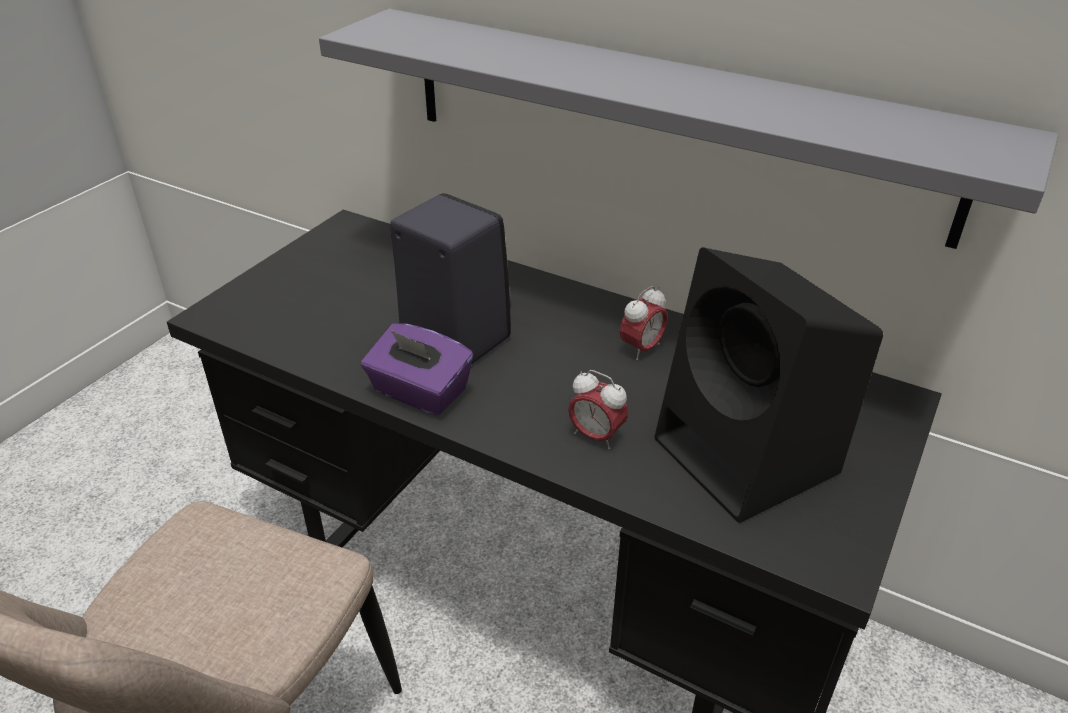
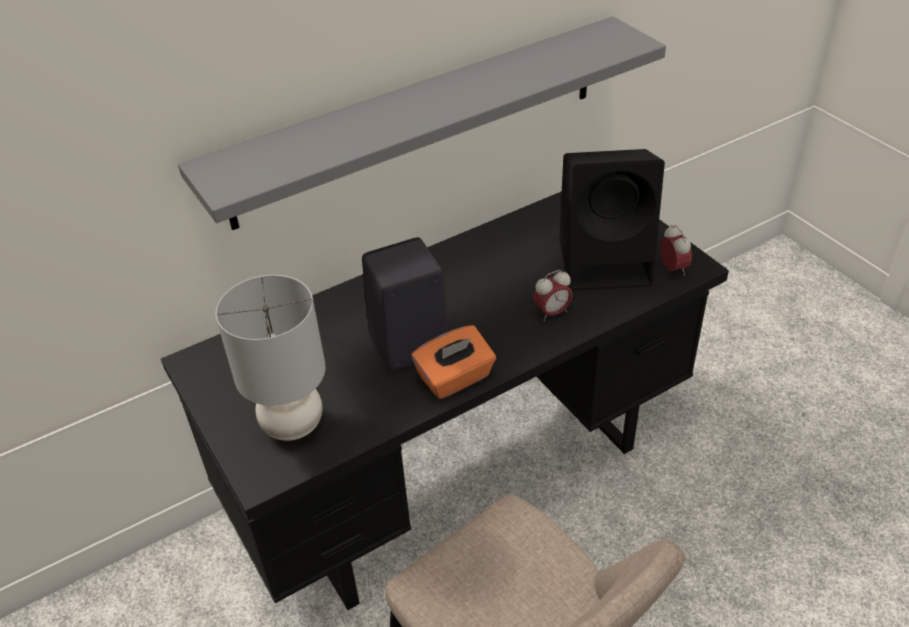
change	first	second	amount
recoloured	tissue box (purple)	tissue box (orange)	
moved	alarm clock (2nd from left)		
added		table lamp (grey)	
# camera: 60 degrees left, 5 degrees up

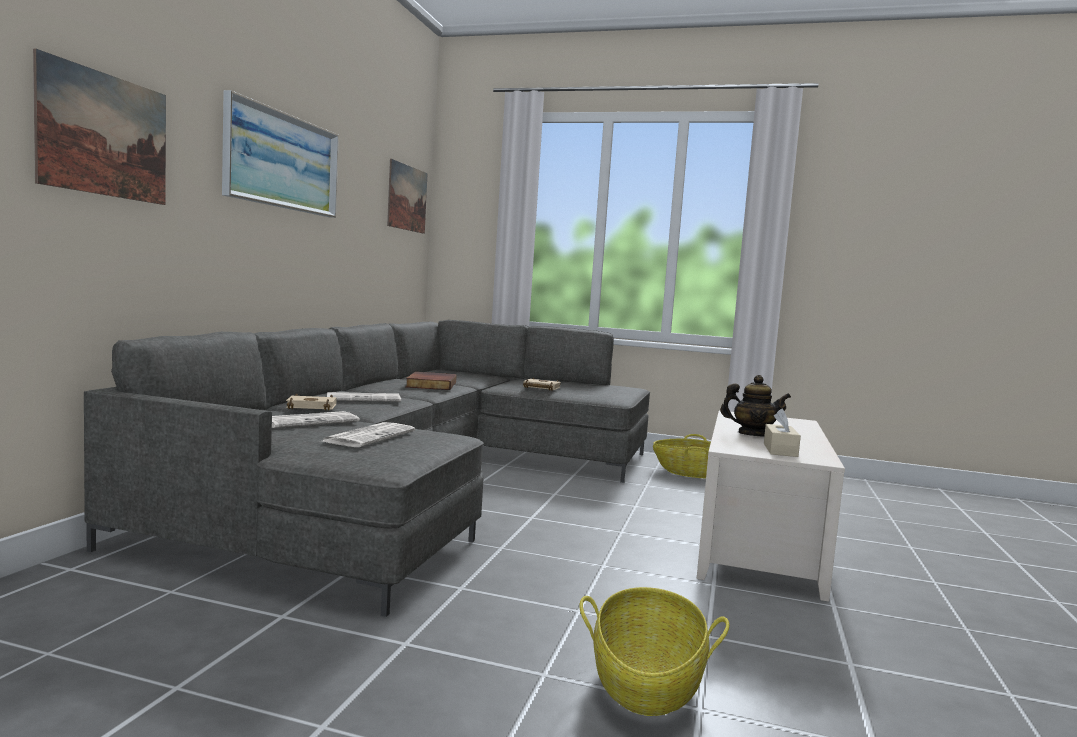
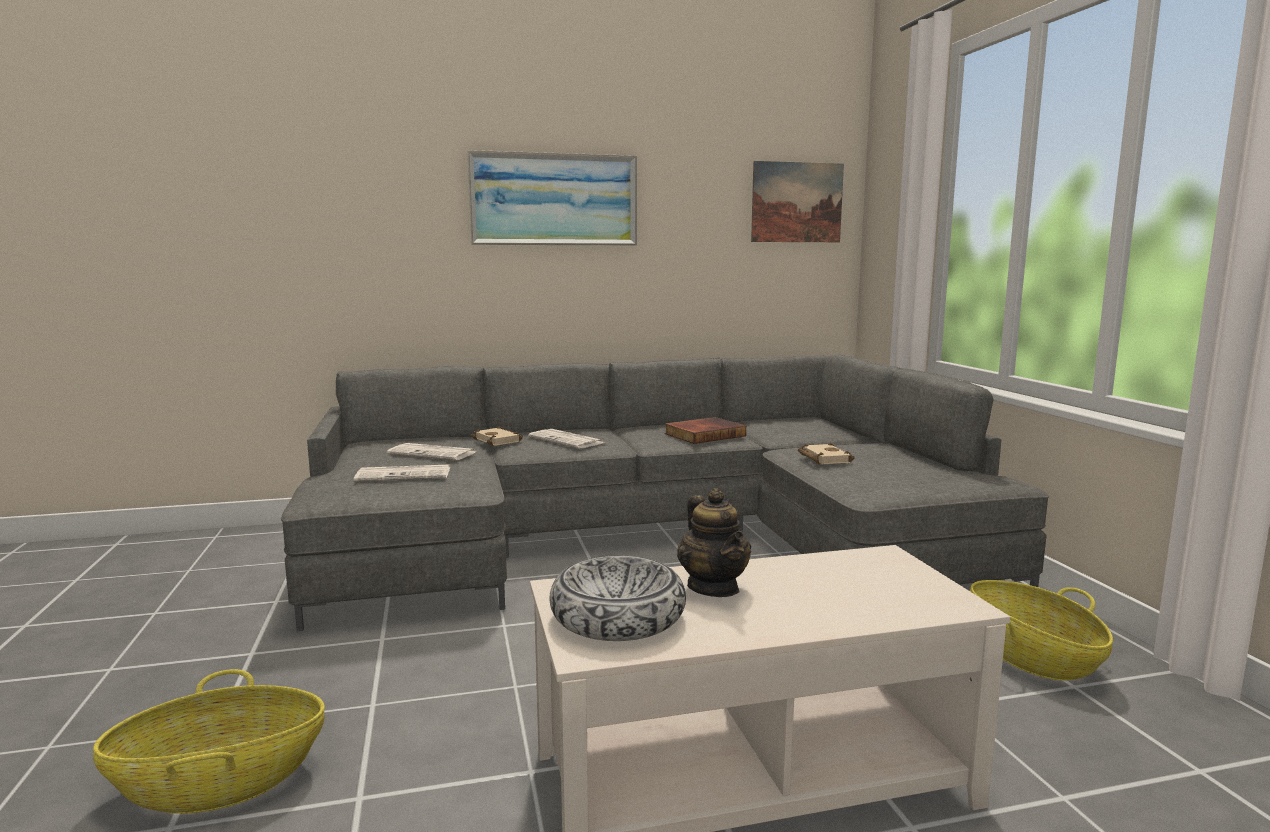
change	first	second	amount
removed	picture (1st from left)		
replaced	tissue box (beige)	bowl	
# camera: 60 degrees right, 5 degrees up

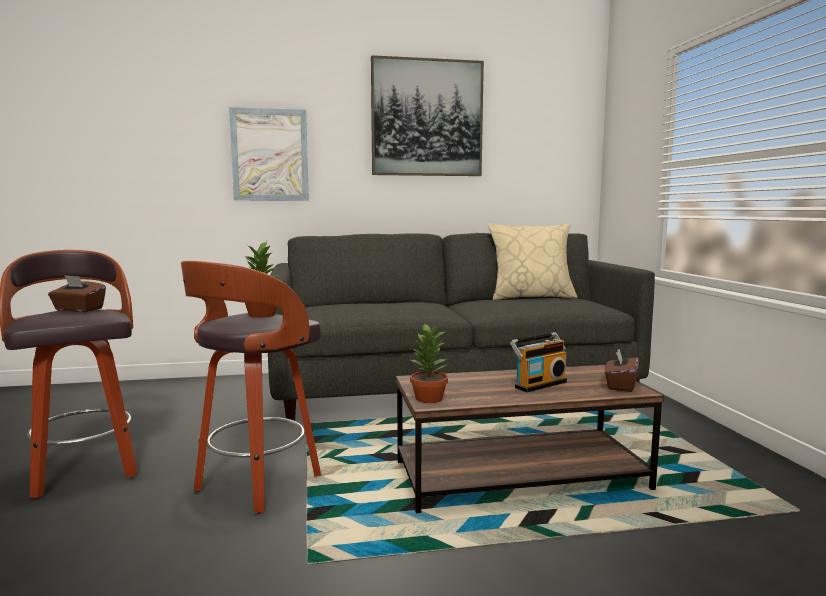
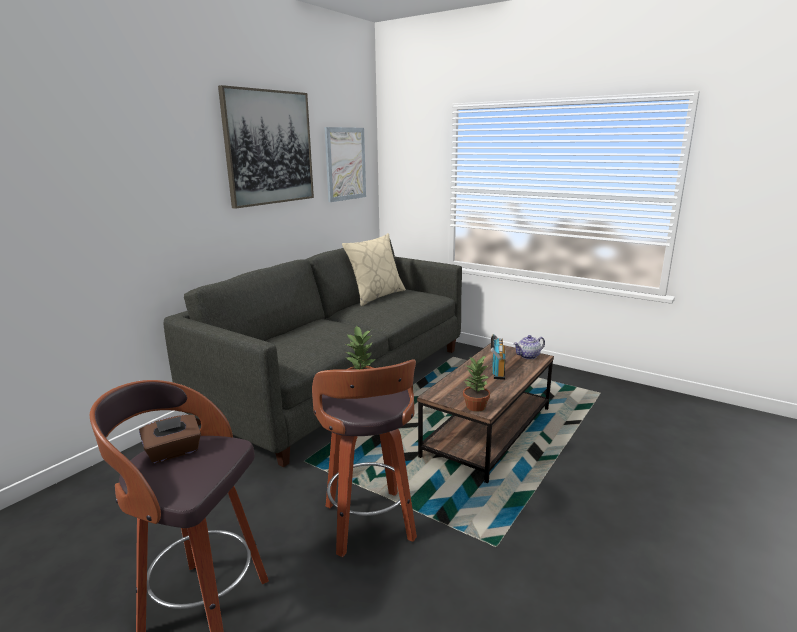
change	first	second	amount
moved	picture (1st from left in the first image)	picture (2nd from left)	
replaced	tissue box (brown) (2nd from left)	teapot	
# camera: 45 degrees left, 10 degrees up

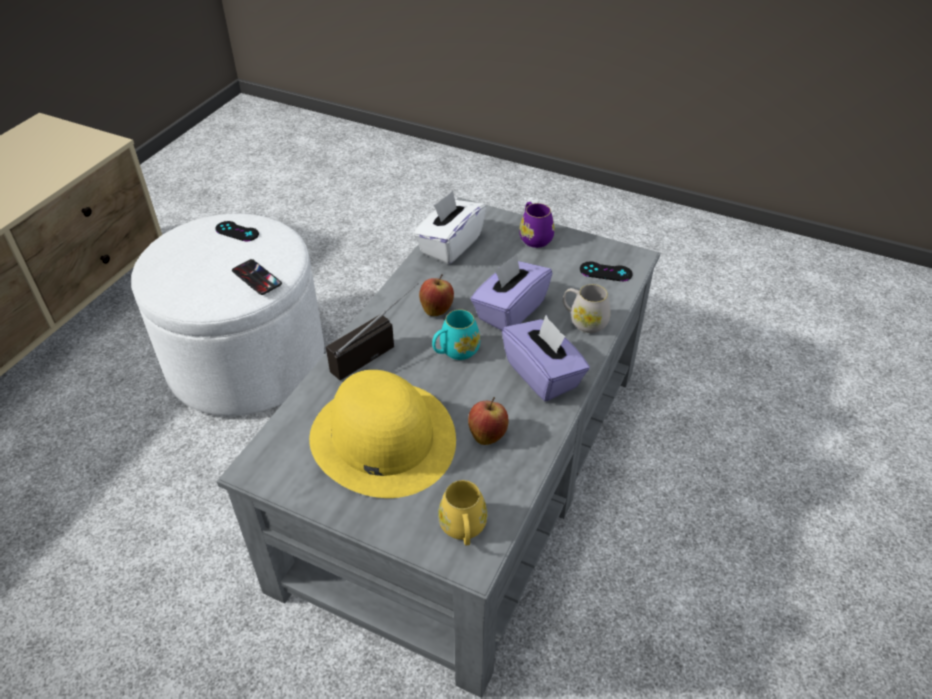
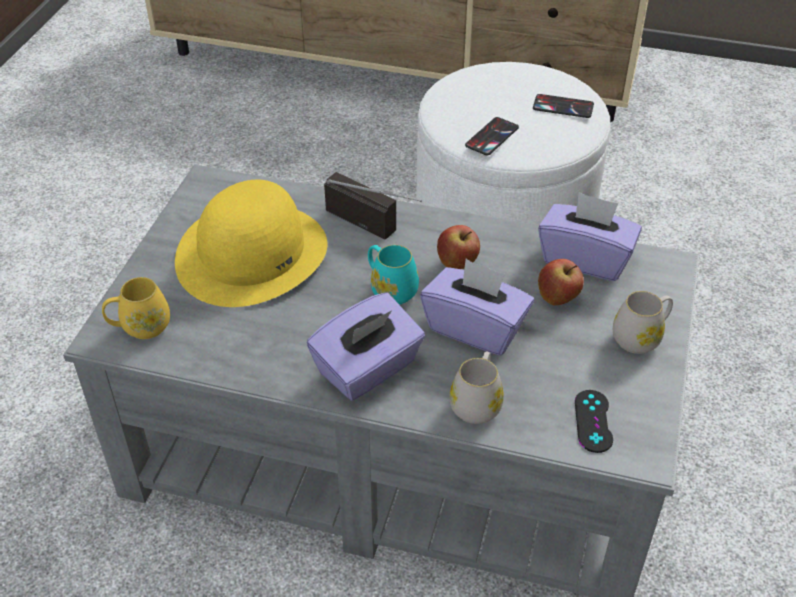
change	first	second	amount
replaced	game controller (black) (1st from left)	phone (2nd from left)	
recoloured	tissue box (white)	tissue box (purple) (3rd from left)	
moved	apple (2nd from left)		
recoloured	mug (purple)	mug (white) (2nd from left)	
# camera: 80 degrees right, 0 degrees up

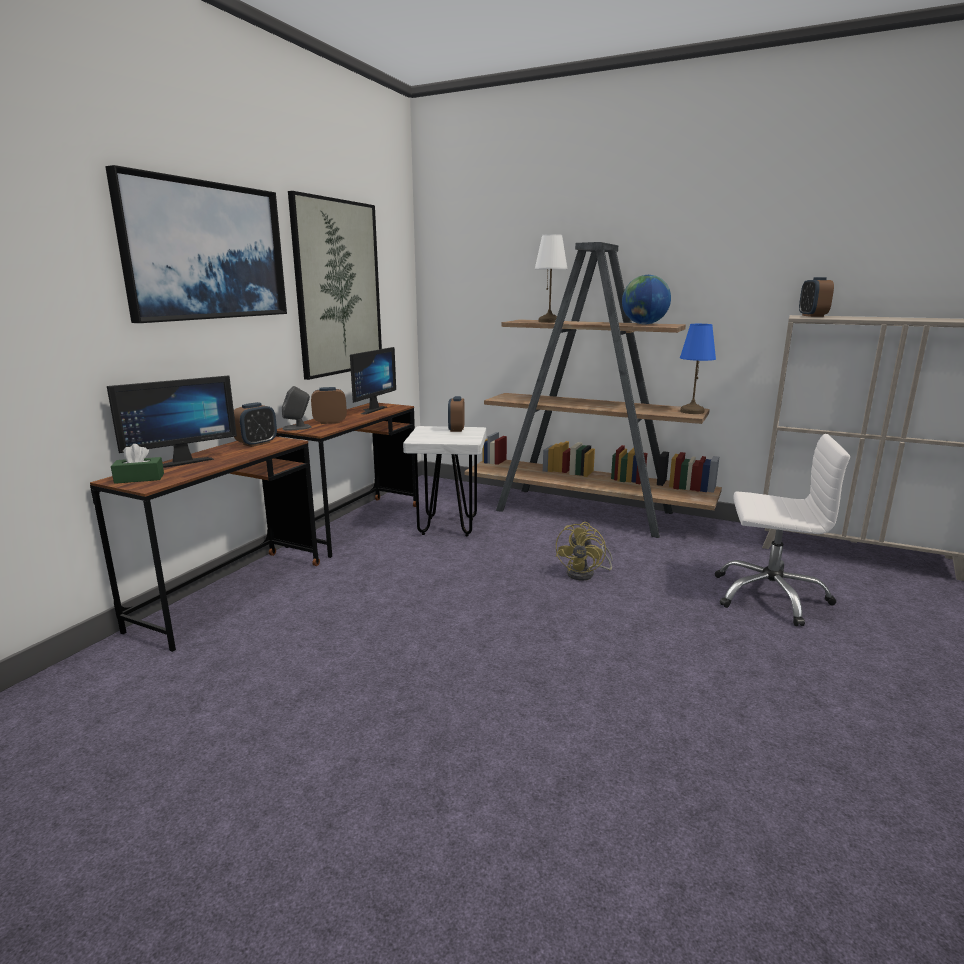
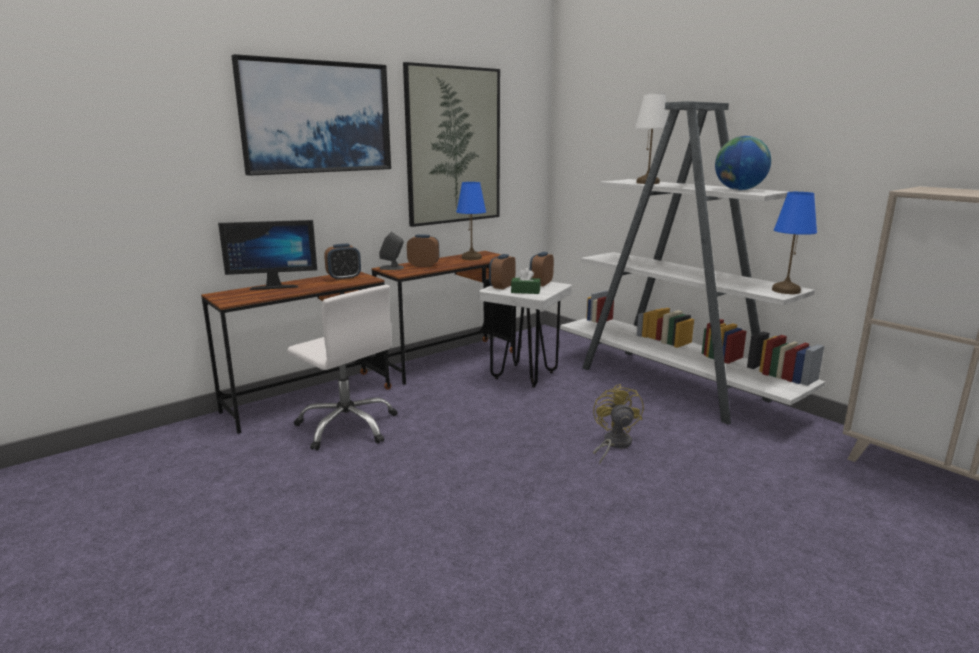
change	first	second	amount
moved	tissue box (green)		
replaced	monitor (2nd from left)	table lamp (blue) (1st from left)	
recoloured	bookcase (brown)	bookcase (white)	
turned	fan (yellow)		135 degrees clockwise
moved	office chair (white)		
moved	alarm clock (4th from left in the first image)	alarm clock (3rd from left)	
# camera: 25 degrees right, 0 degrees up

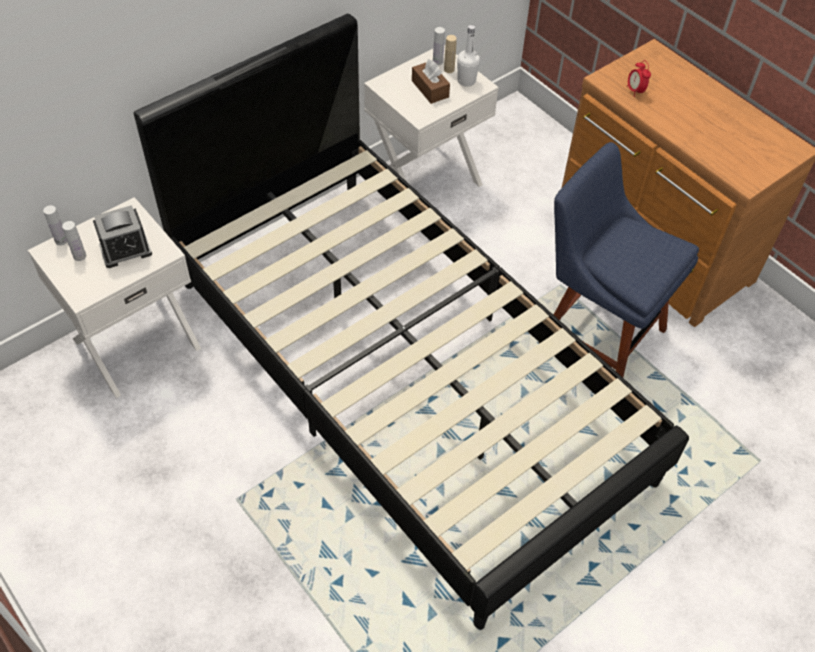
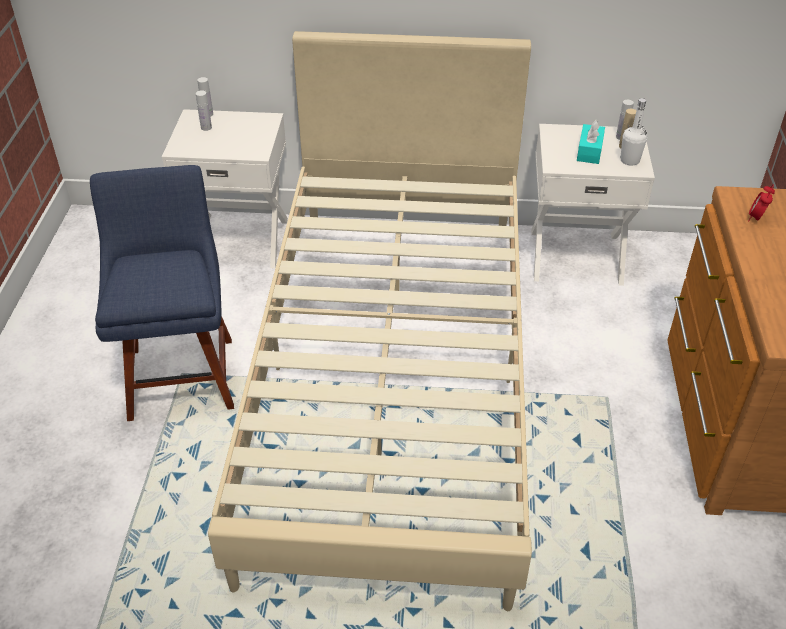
change	first	second	amount
removed	alarm clock (1st from left)		
recoloured	bed (black)	bed (beige)	
recoloured	tissue box (brown)	tissue box (turquoise)	
moved	chair (blue)		
# camera: 45 degrees right, 10 degrees down

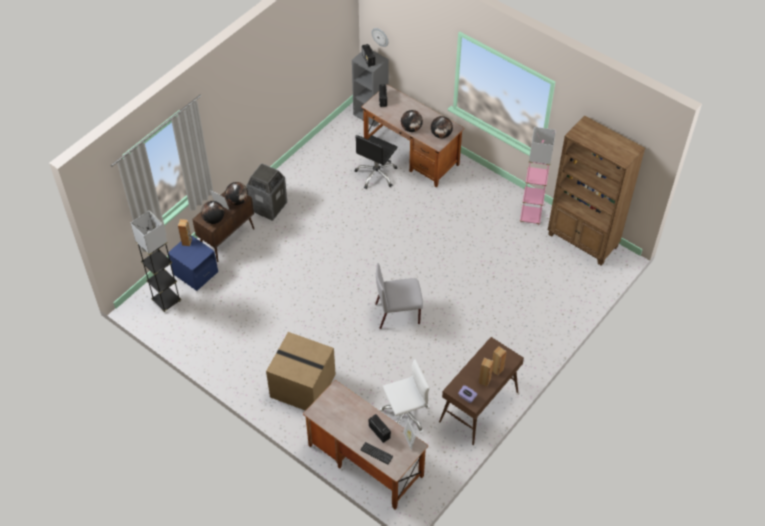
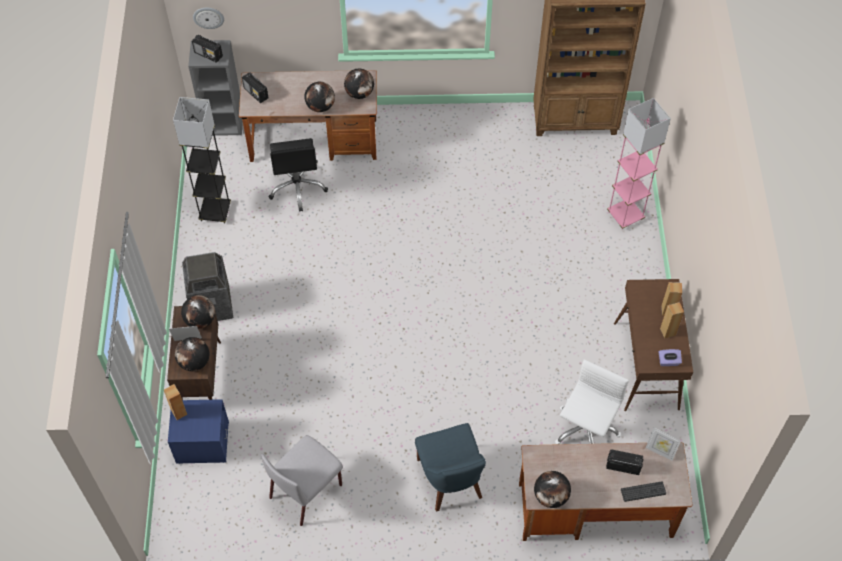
change	first	second	amount
moved	floor lamp (grey)		
replaced	cardboard box	chair (blue)	
moved	chair (grey)		
moved	floor lamp (pink)		
added		globe (5th from left)	
# camera: 40 degrees left, 5 degrees up

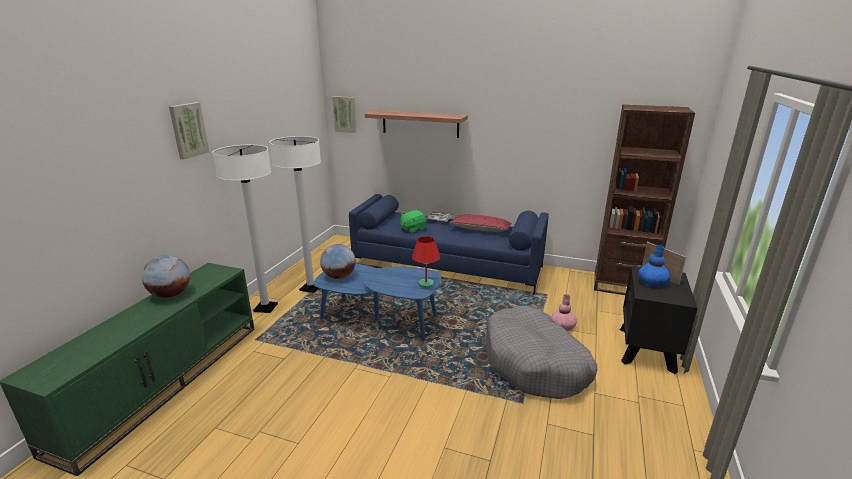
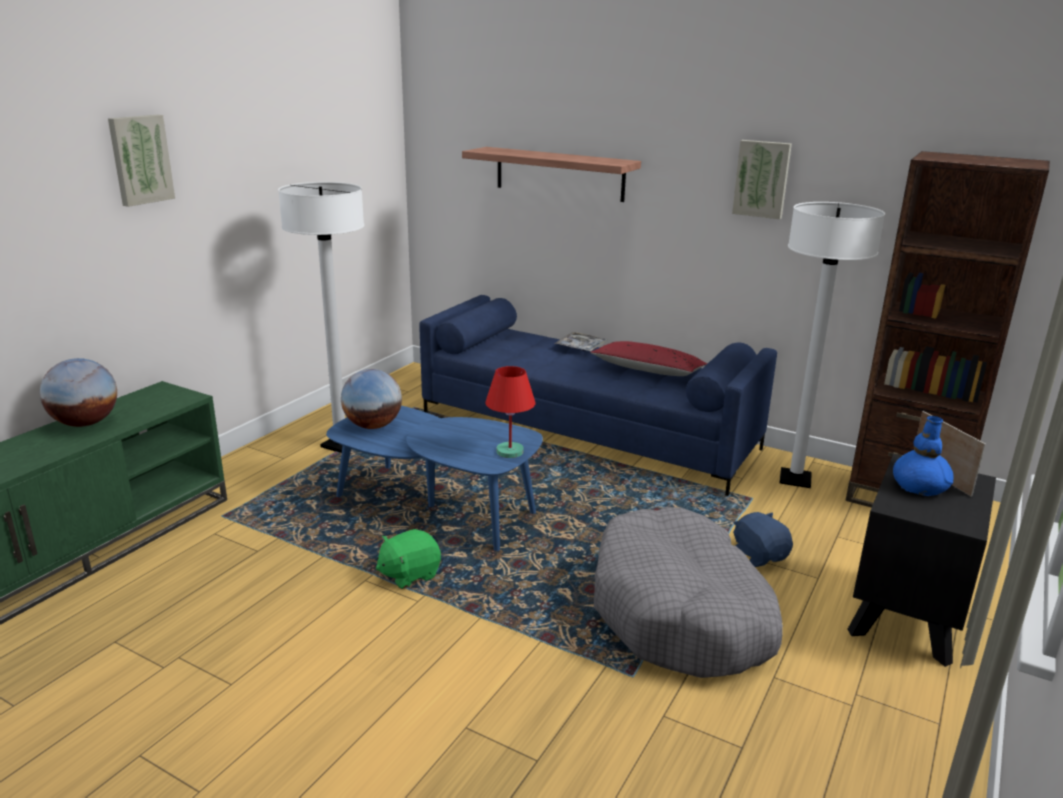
change	first	second	amount
moved	floor lamp (white) (1st from left in the first image)	floor lamp (white) (2nd from left)	
moved	picture (2nd from left)		
moved	plush toy (green)		
replaced	vase (pink)	plush toy (blue)	
# camera: 10 degrees right, 0 degrees up

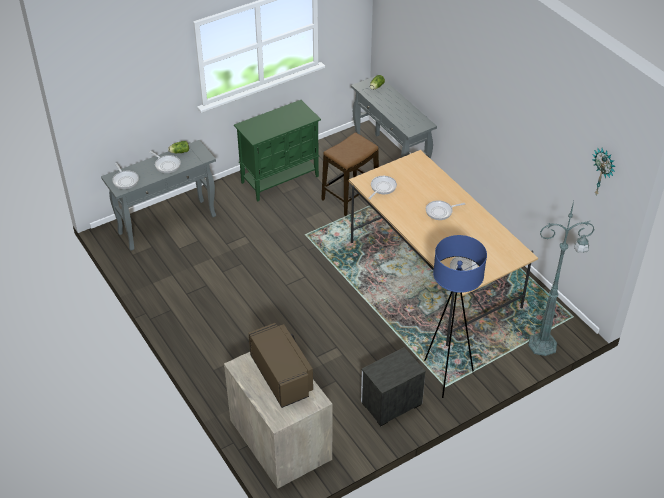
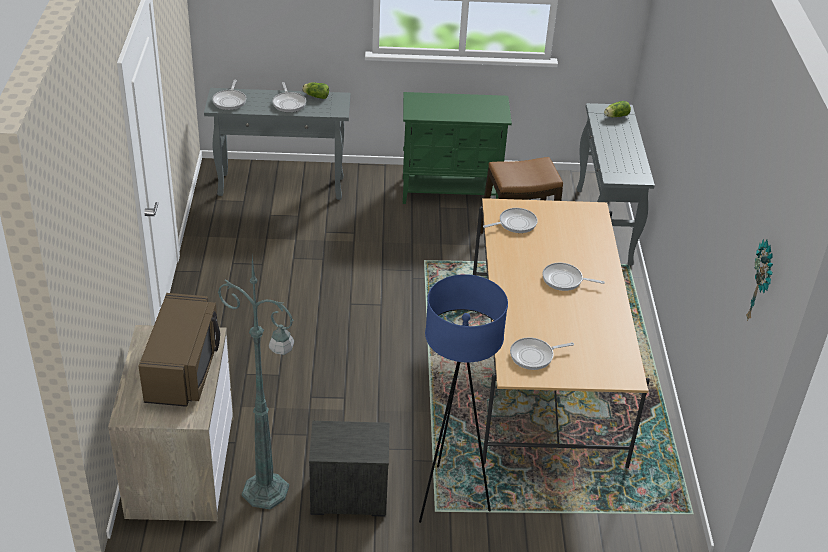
change	first	second	amount
moved	floor lamp (green)		
# camera: 30 degrees right, 5 degrees down

